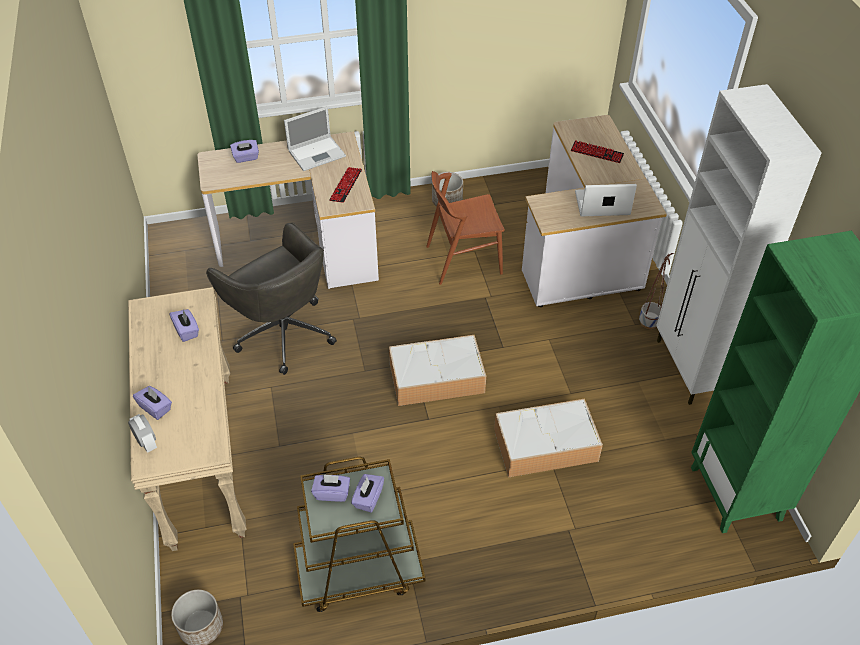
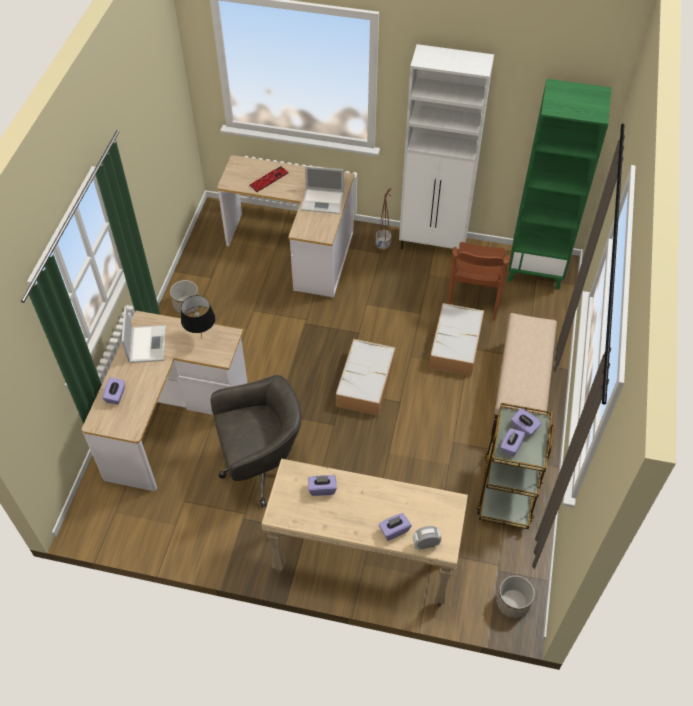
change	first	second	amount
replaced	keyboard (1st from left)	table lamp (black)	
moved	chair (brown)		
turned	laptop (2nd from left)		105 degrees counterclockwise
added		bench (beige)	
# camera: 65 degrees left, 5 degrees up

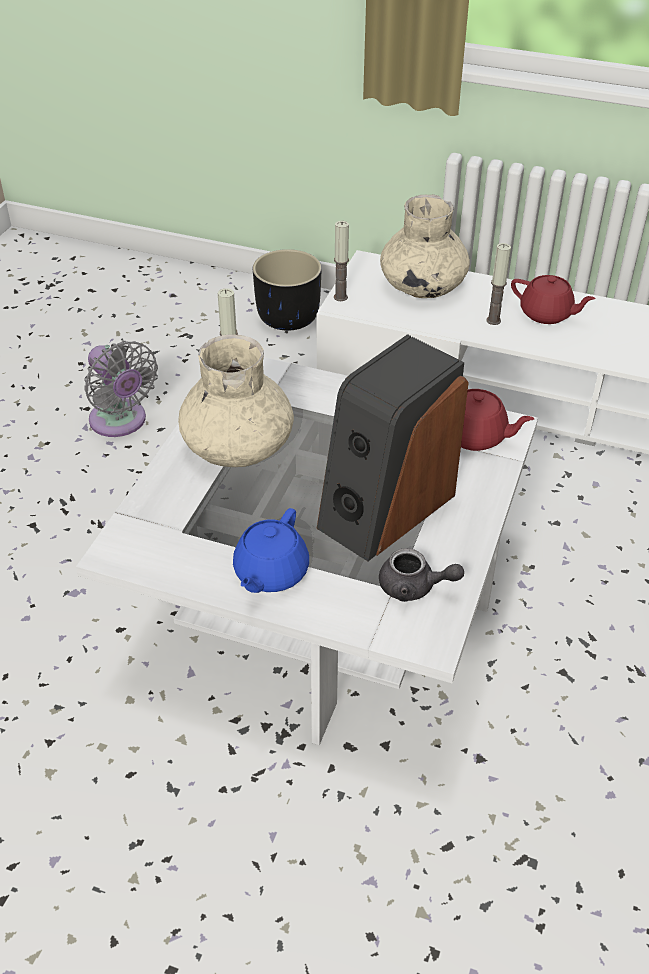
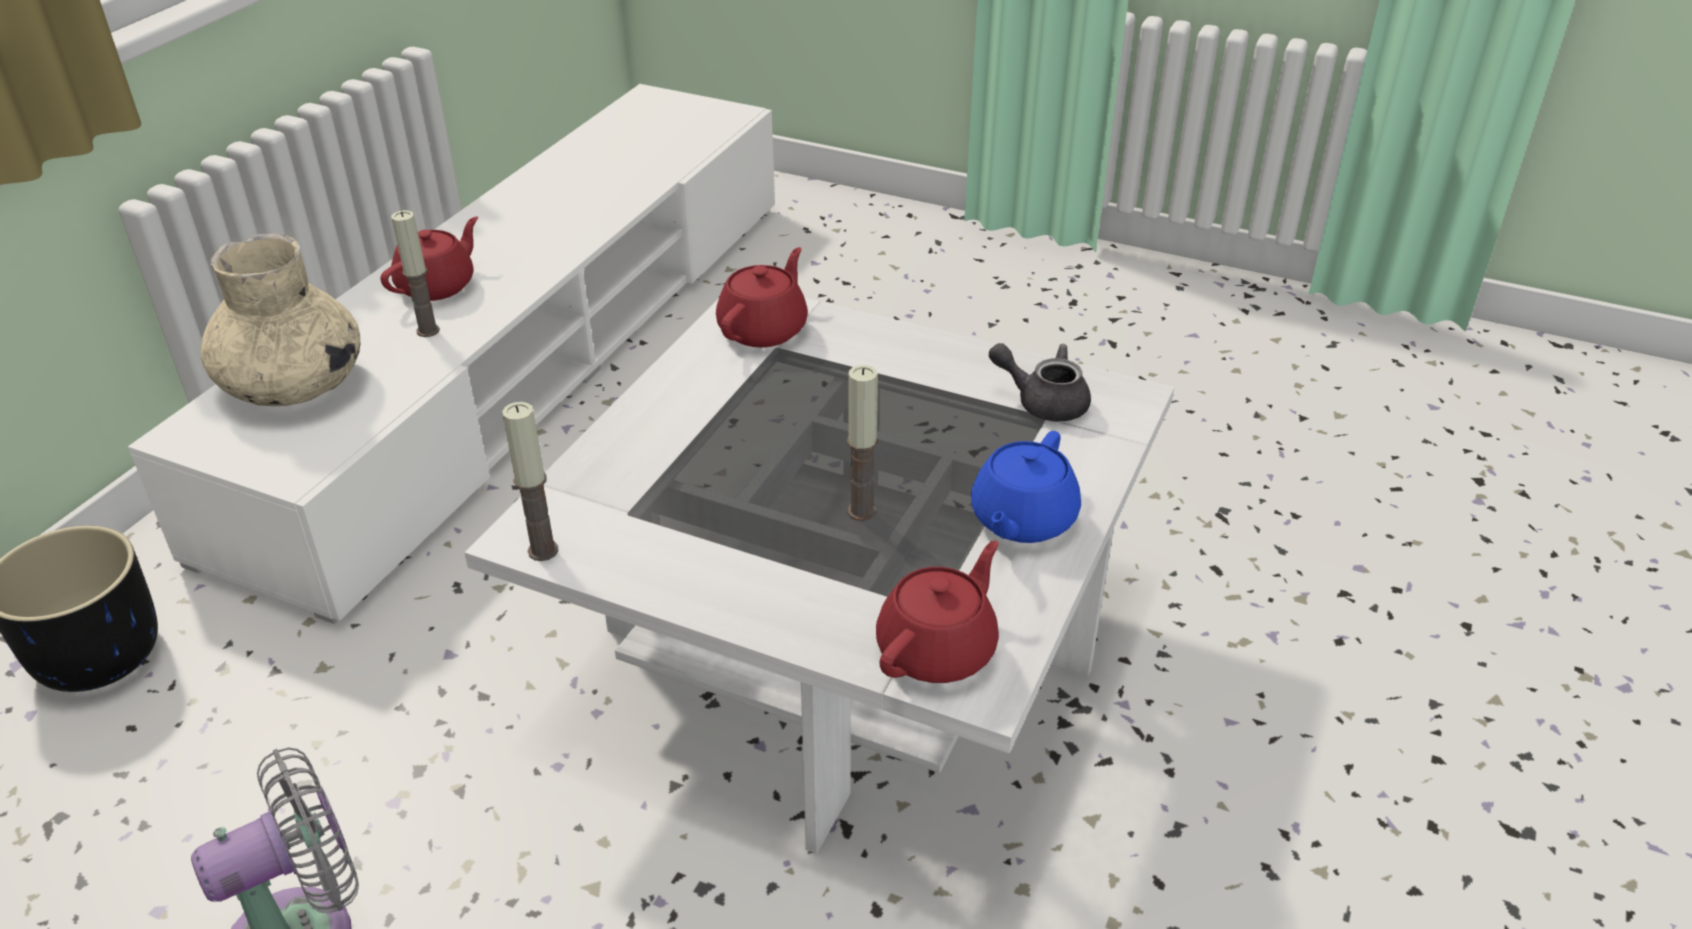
change	first	second	amount
removed	vase (beige) (1st from left)		
turned	teapot (blue)		90 degrees clockwise
removed	speaker		
moved	candle (2nd from left in the first image)	candle (3rd from left)	
turned	teapot (grey)		90 degrees counterclockwise
added		teapot (red) (3rd from left)	
# camera: 85 degrees left, 5 degrees down

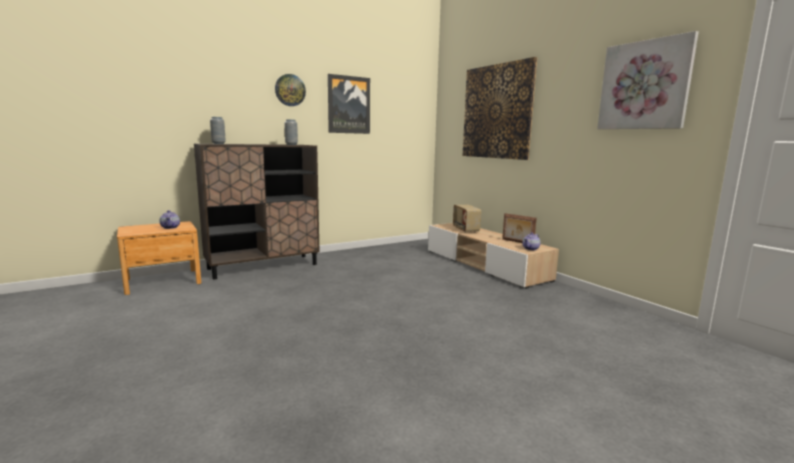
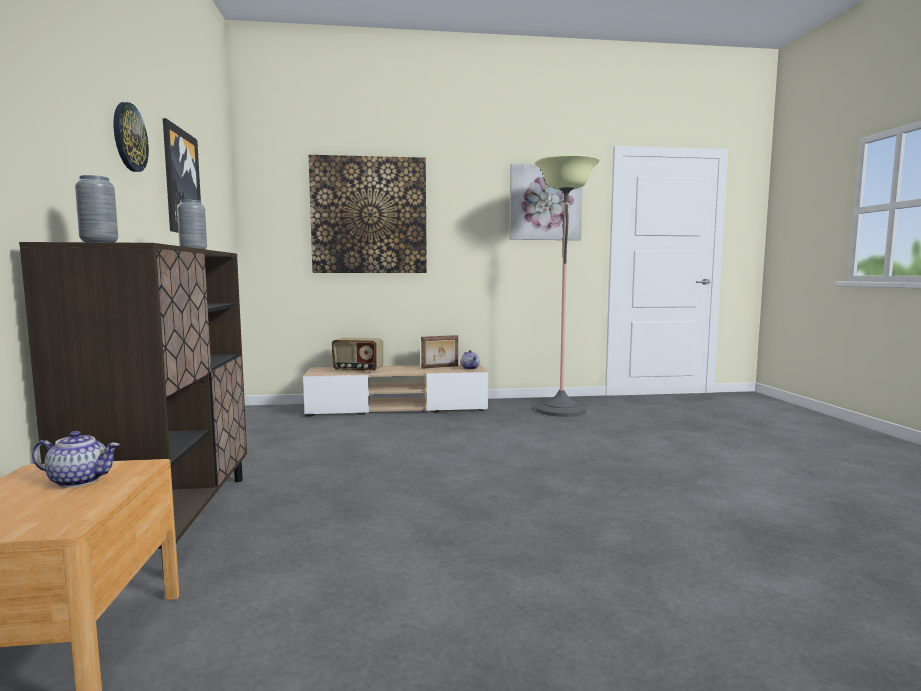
change	first	second	amount
added		floor lamp	
# camera: 65 degrees left, 5 degrees down

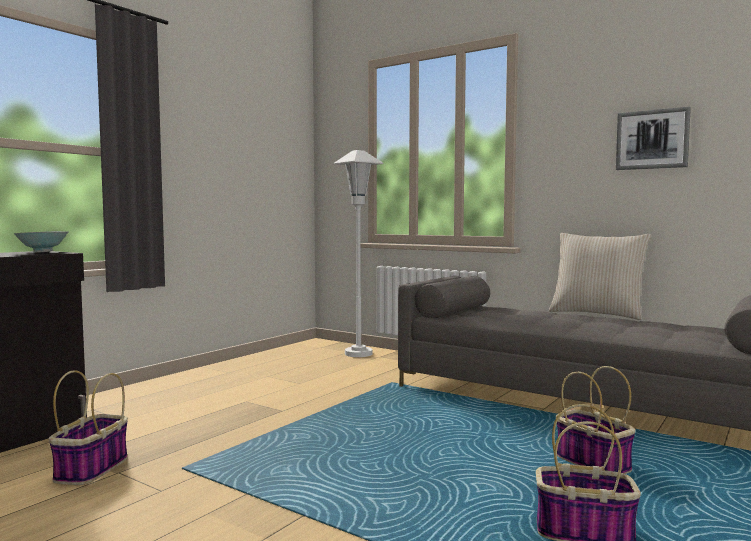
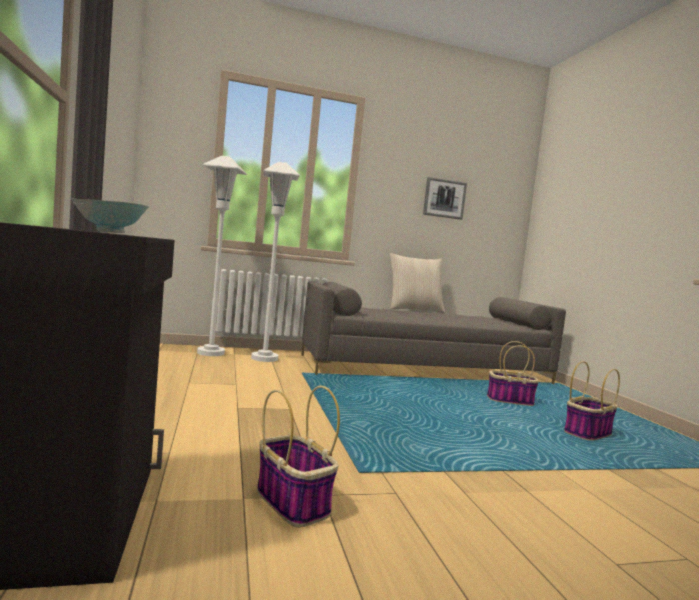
change	first	second	amount
added		floor lamp (white) (2nd from left)	
# camera: 50 degrees left, 0 degrees up

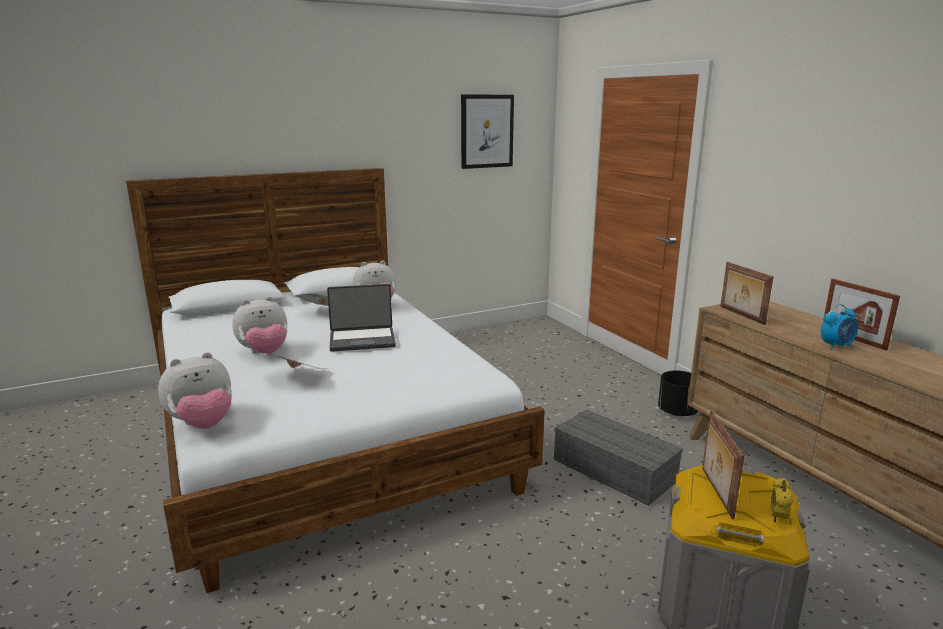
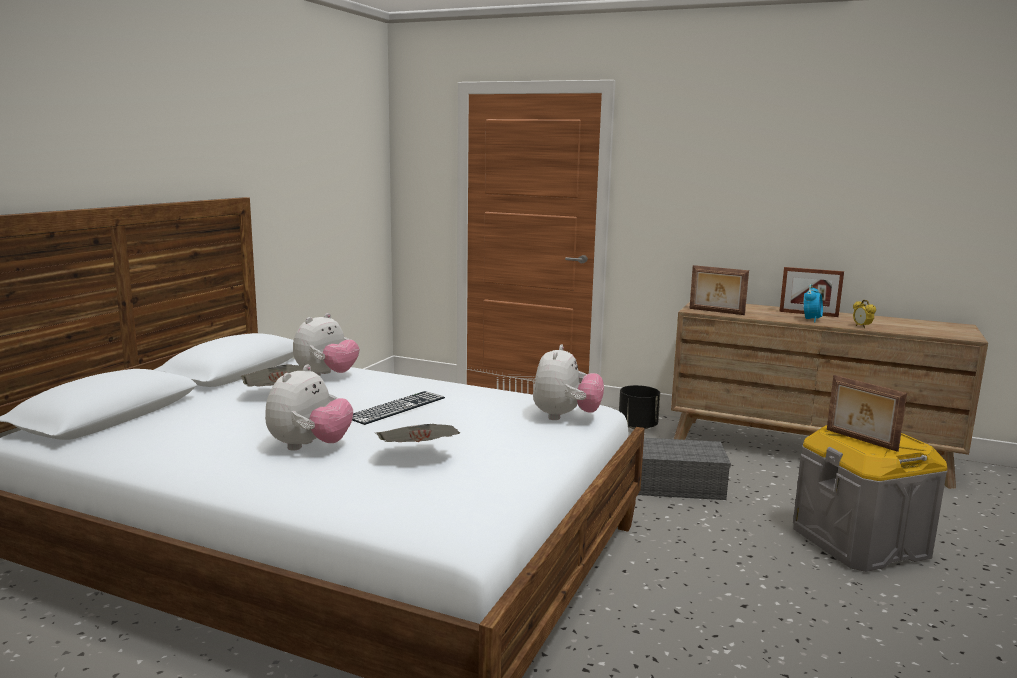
change	first	second	amount
moved	plush toy (1st from left in the first image)	plush toy (3rd from left)	
replaced	laptop	keyboard	
removed	picture		
moved	alarm clock (1st from left in the first image)	alarm clock (2nd from left)	
# camera: 40 degrees left, 5 degrees down

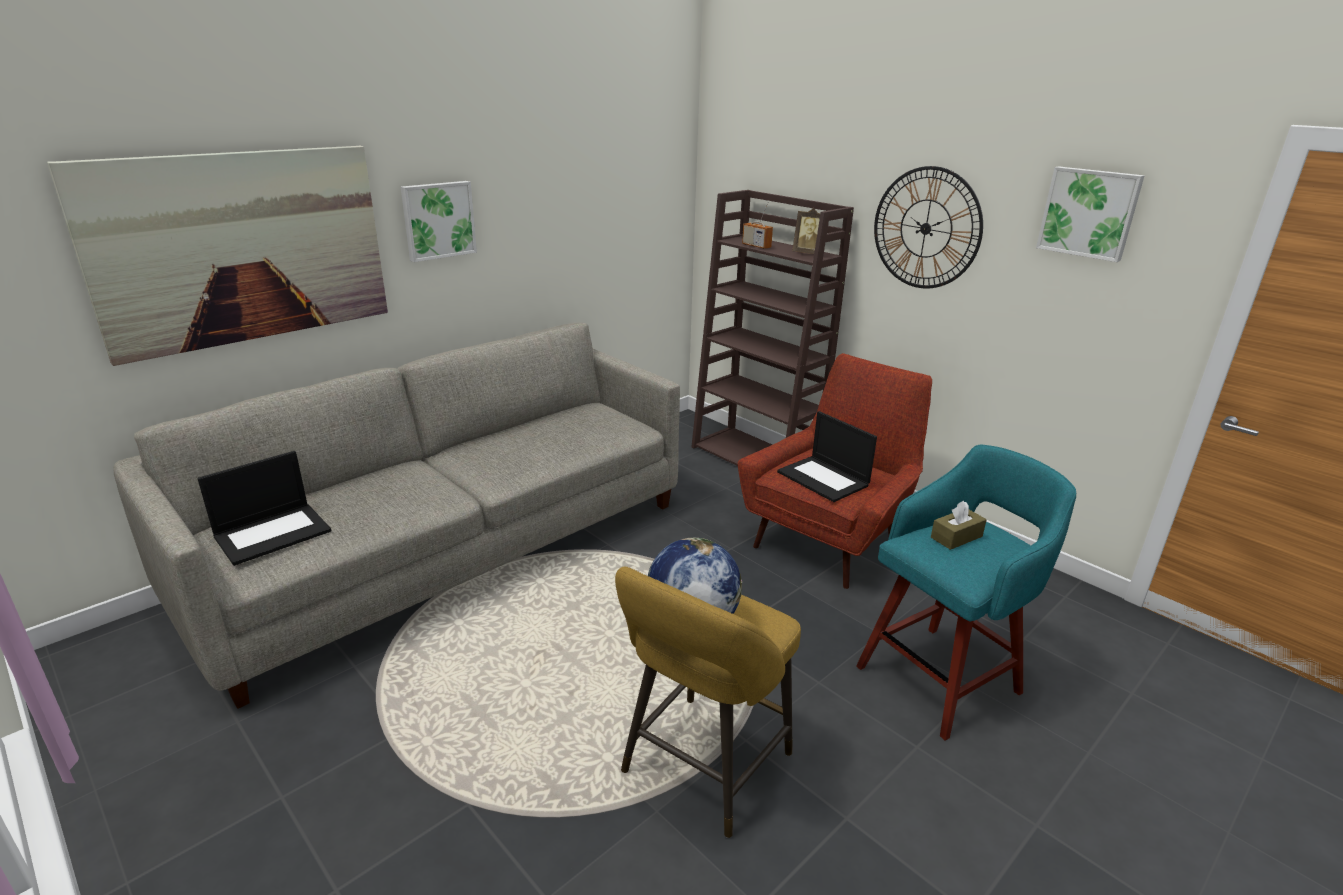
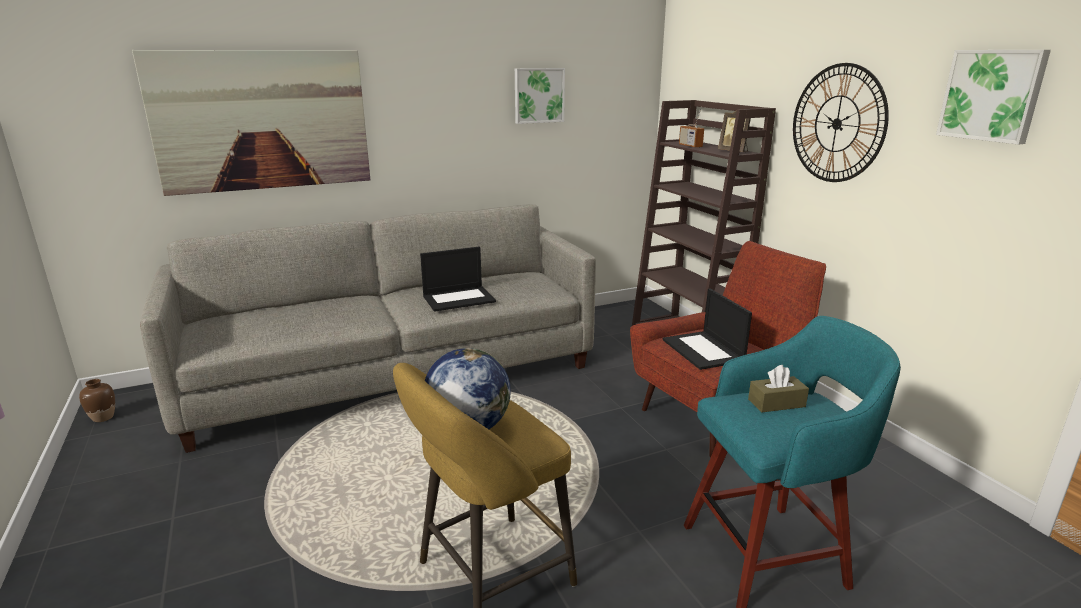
change	first	second	amount
moved	laptop (1st from left)		
moved	picture (2nd from left)		
added		vase (brown)	
# camera: 20 degrees right, 5 degrees down

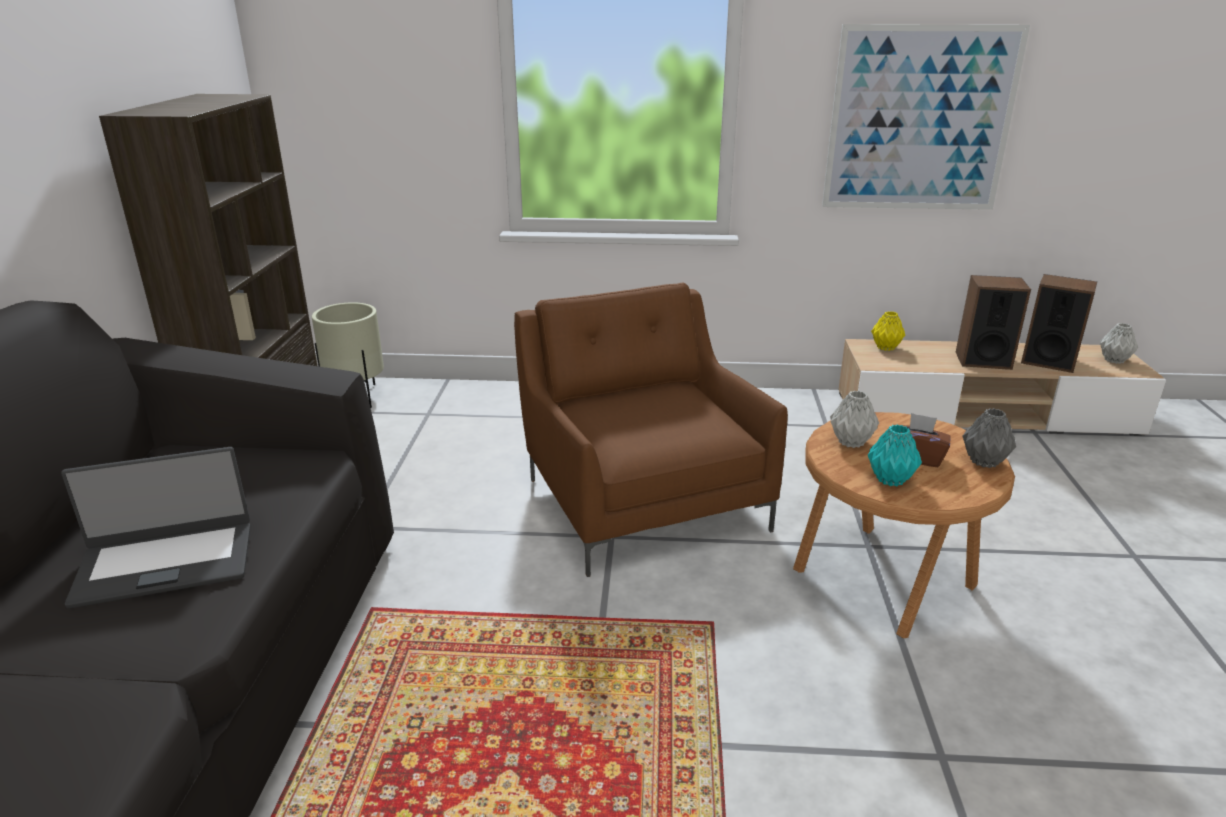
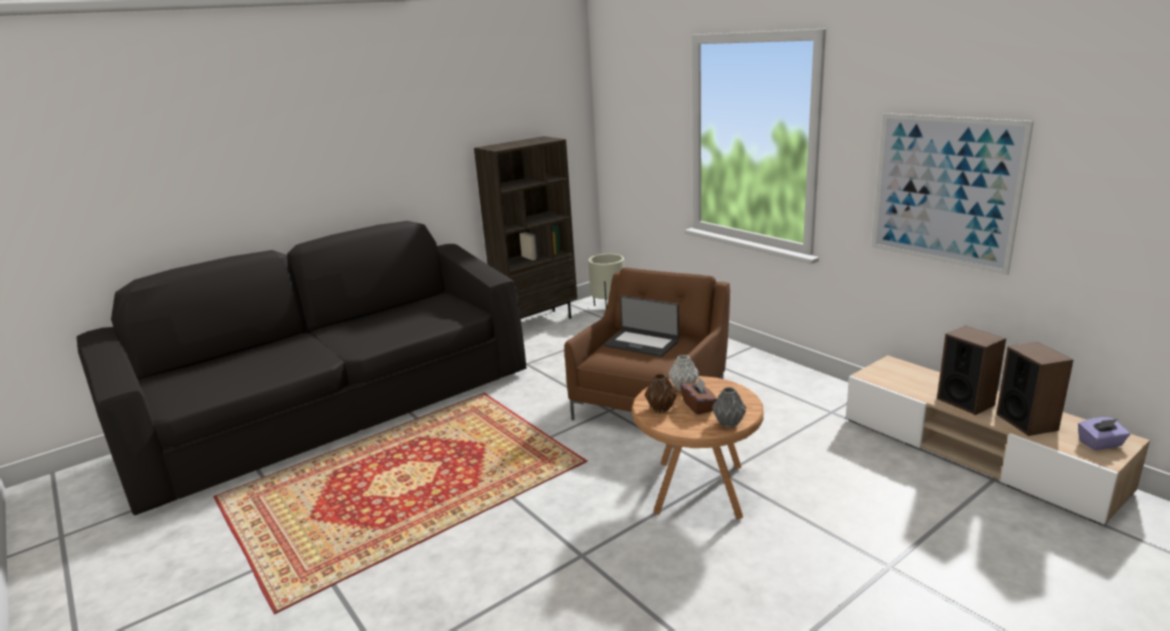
change	first	second	amount
moved	laptop		
recoloured	vase (turquoise)	vase (brown)	
removed	vase (yellow)		
replaced	vase (grey) (3rd from left)	tissue box (purple)	
# camera: 50 degrees right, 5 degrees down

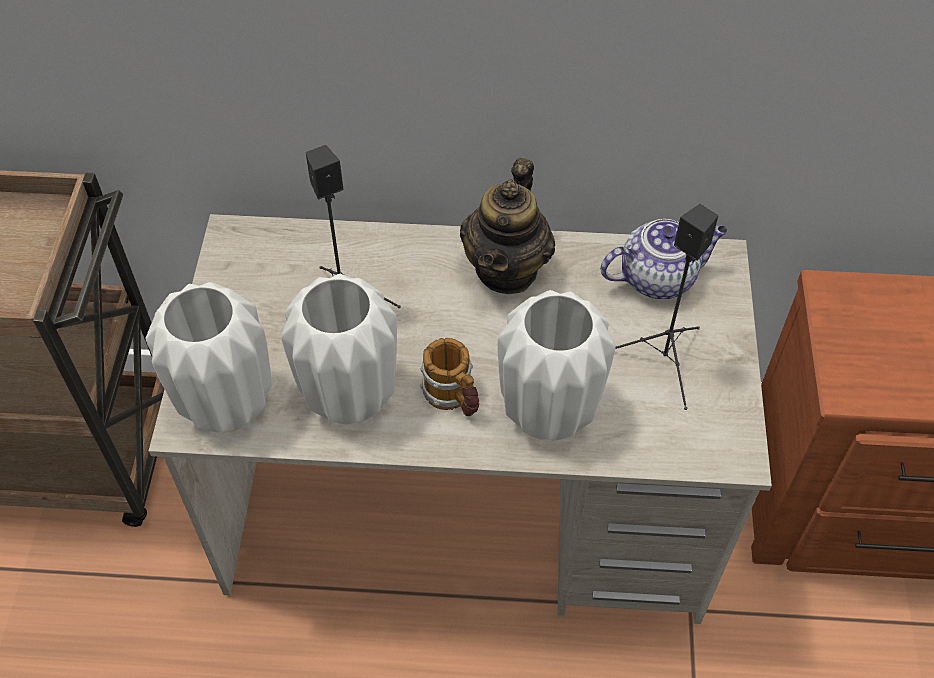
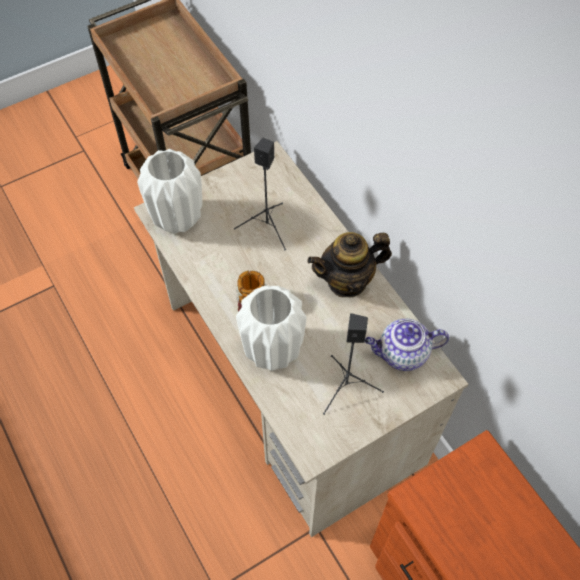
change	first	second	amount
removed	vase (white) (2nd from left)		
turned	teapot (2nd from left)		135 degrees clockwise
# camera: 55 degrees right, 5 degrees up

